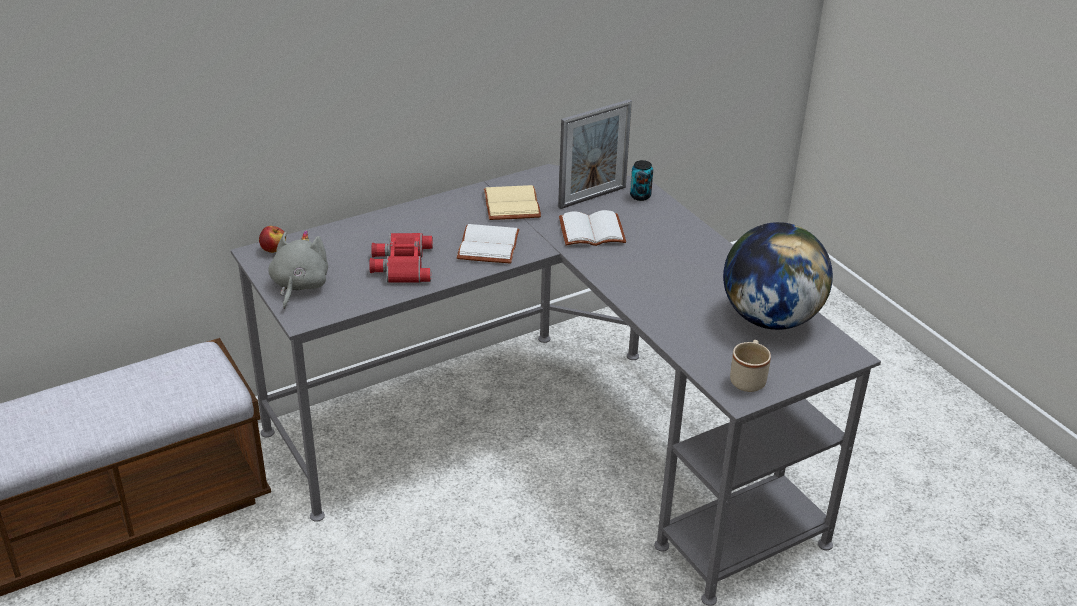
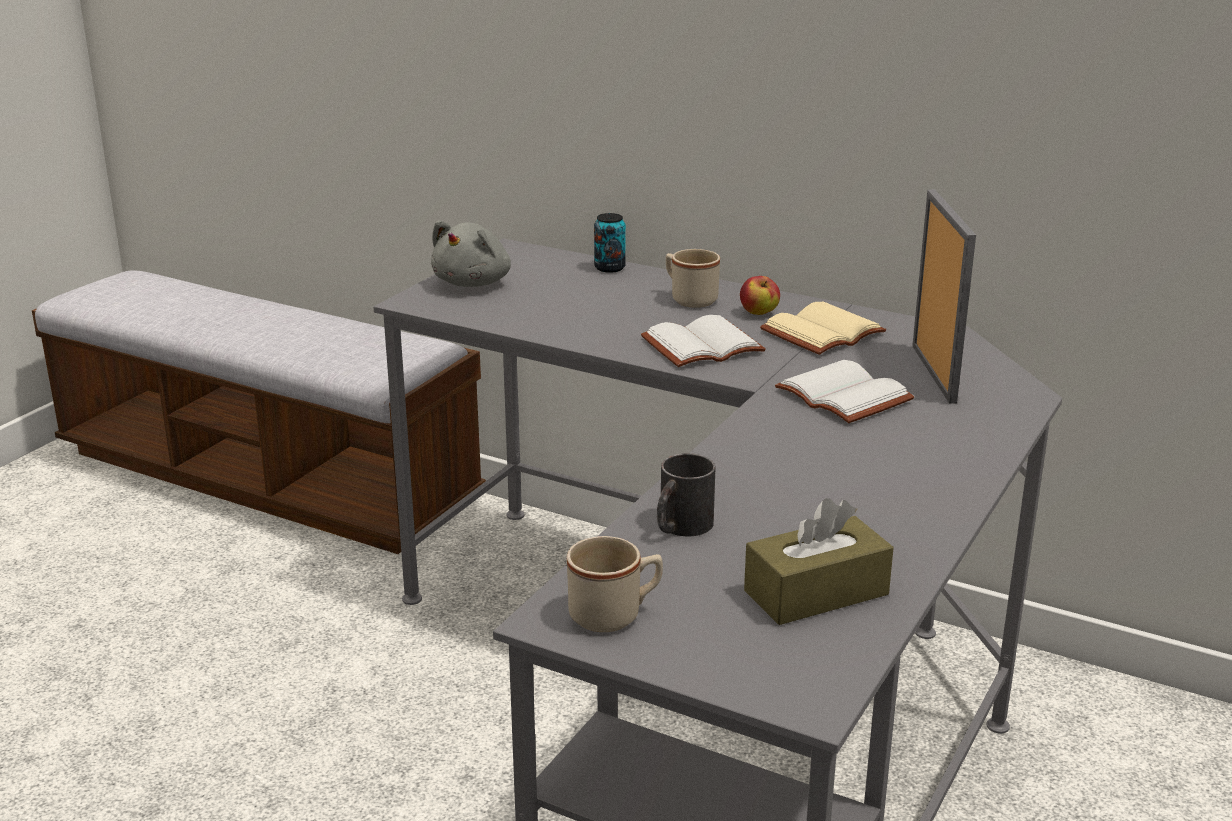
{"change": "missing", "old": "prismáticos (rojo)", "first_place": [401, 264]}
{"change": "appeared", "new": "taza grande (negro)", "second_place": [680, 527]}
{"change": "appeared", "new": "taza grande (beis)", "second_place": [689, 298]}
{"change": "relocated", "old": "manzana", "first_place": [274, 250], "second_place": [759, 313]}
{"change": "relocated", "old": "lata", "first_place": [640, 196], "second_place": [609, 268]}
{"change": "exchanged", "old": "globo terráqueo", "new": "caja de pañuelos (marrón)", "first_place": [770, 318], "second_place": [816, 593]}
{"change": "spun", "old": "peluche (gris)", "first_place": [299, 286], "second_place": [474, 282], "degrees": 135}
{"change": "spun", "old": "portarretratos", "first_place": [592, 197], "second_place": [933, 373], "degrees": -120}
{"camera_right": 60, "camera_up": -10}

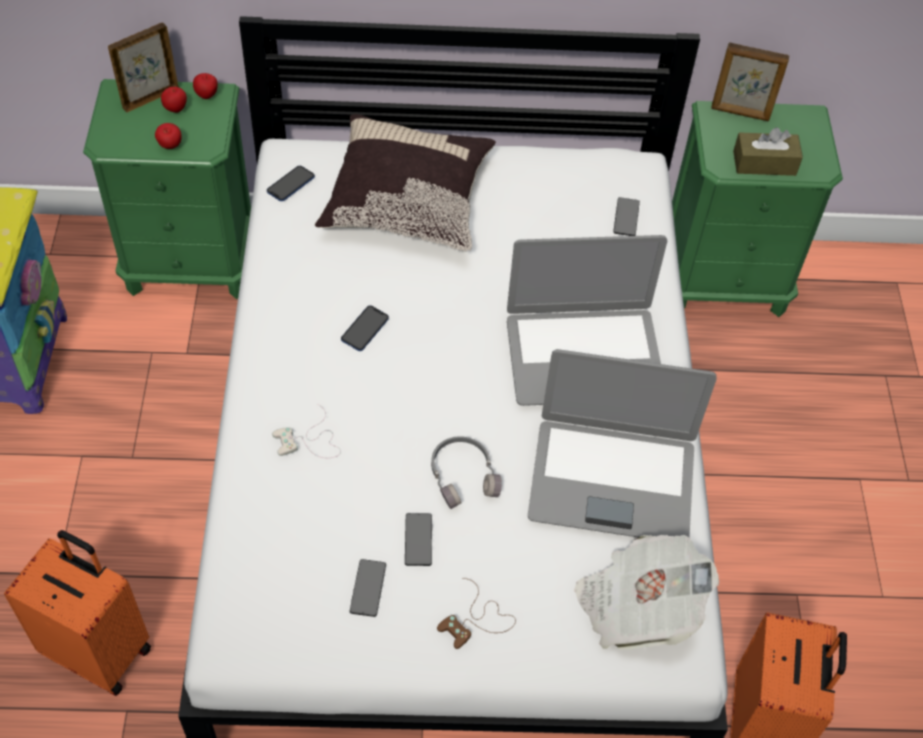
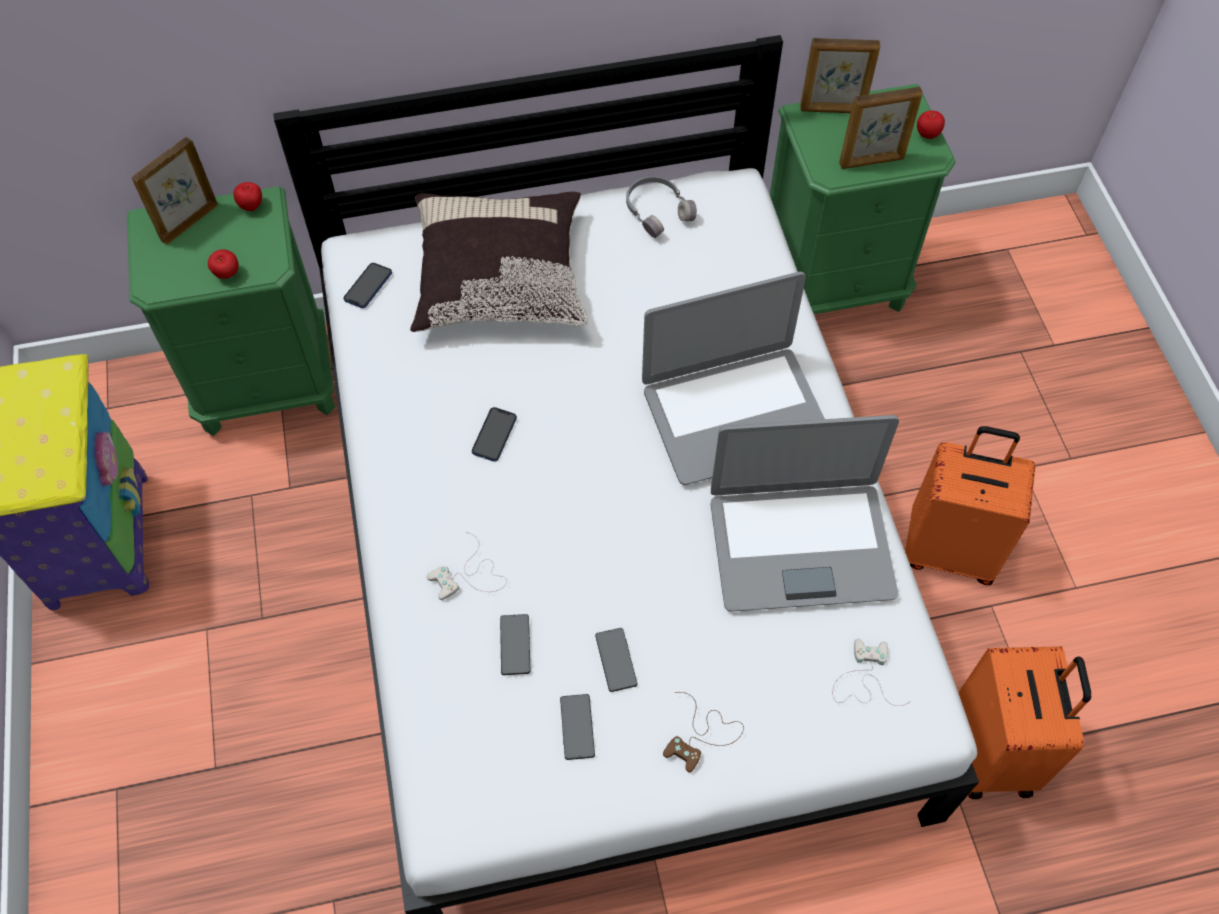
{"change": "relocated", "old": "maleta (naranja)", "first_place": [99, 650], "second_place": [950, 549]}
{"change": "relocated", "old": "manzana", "first_place": [175, 109], "second_place": [927, 135]}
{"change": "relocated", "old": "auriculares (gris)", "first_place": [463, 475], "second_place": [657, 210]}
{"change": "relocated", "old": "móvil", "first_place": [626, 217], "second_place": [515, 645]}
{"change": "exchanged", "old": "periódico", "new": "mando de consola (blanco)", "first_place": [638, 606], "second_place": [864, 678]}
{"change": "exchanged", "old": "caja de pañuelos (marrón)", "new": "portarretratos", "first_place": [764, 163], "second_place": [872, 161]}
{"camera_right": -10, "camera_up": 5}

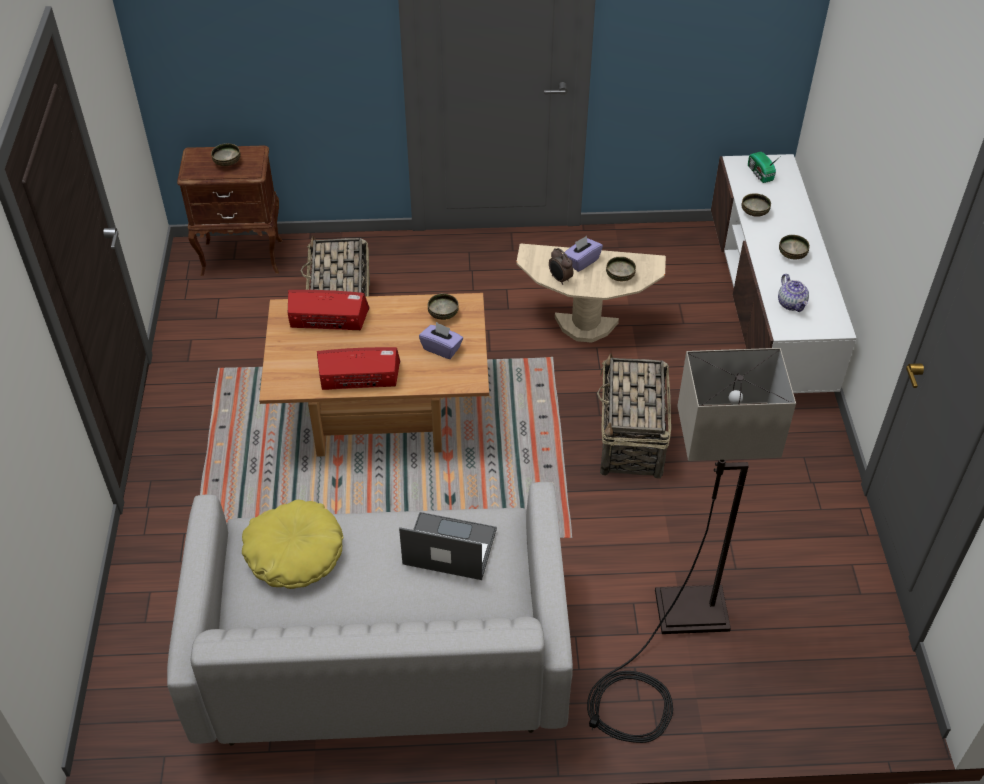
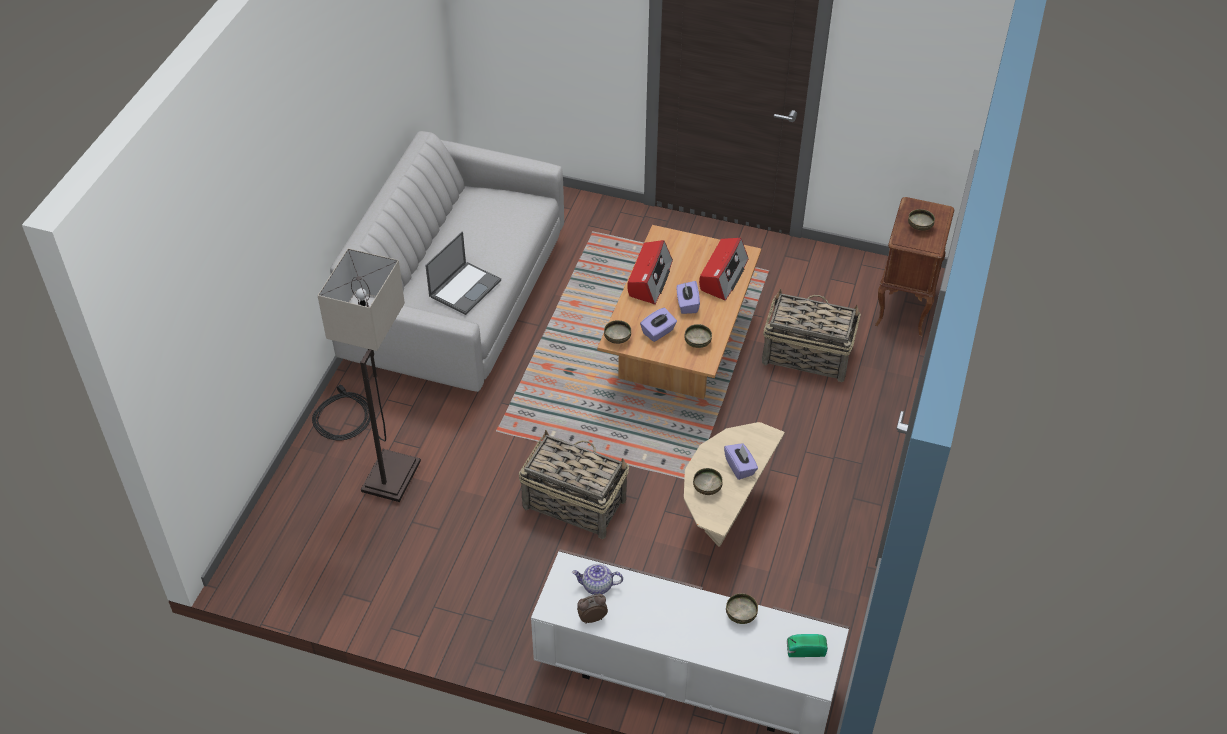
{"change": "missing", "old": "cojín (amarillo)", "first_place": [295, 555]}
{"change": "appeared", "new": "caja de pañuelos (morado)", "second_place": [687, 304]}
{"change": "relocated", "old": "despertador", "first_place": [559, 279], "second_place": [592, 618]}
{"change": "relocated", "old": "cuenco", "first_place": [792, 255], "second_place": [617, 339]}
{"camera_right": 110, "camera_up": 0}

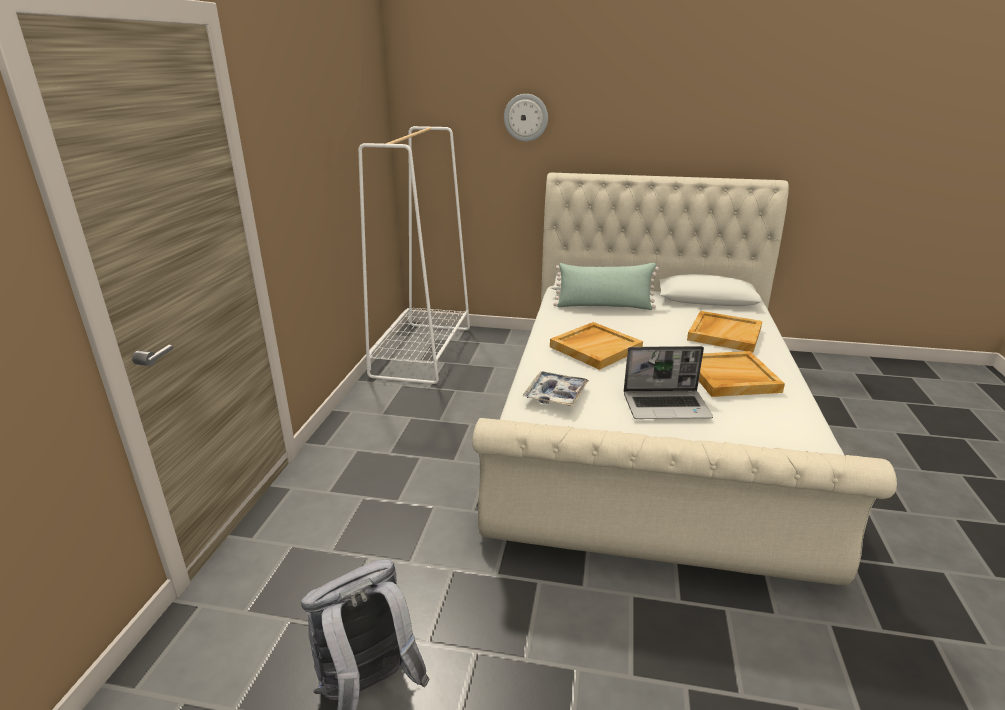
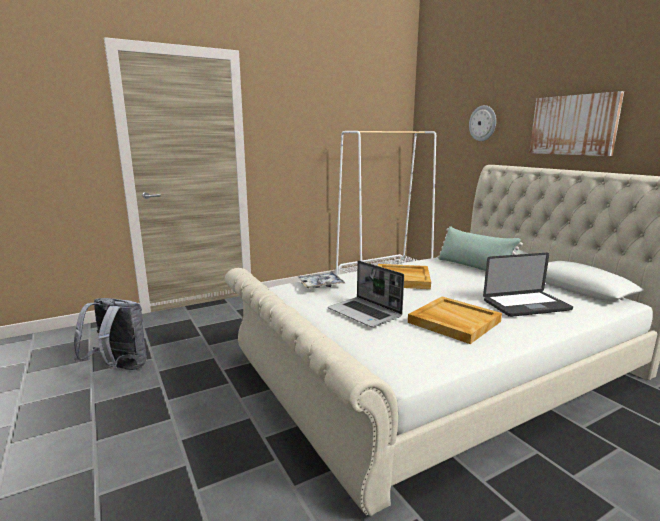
{"change": "appeared", "new": "cuadro", "second_place": [573, 125]}
{"change": "exchanged", "old": "bandeja (beis)", "new": "portátil", "first_place": [724, 334], "second_place": [526, 305]}
{"camera_right": 50, "camera_up": -10}

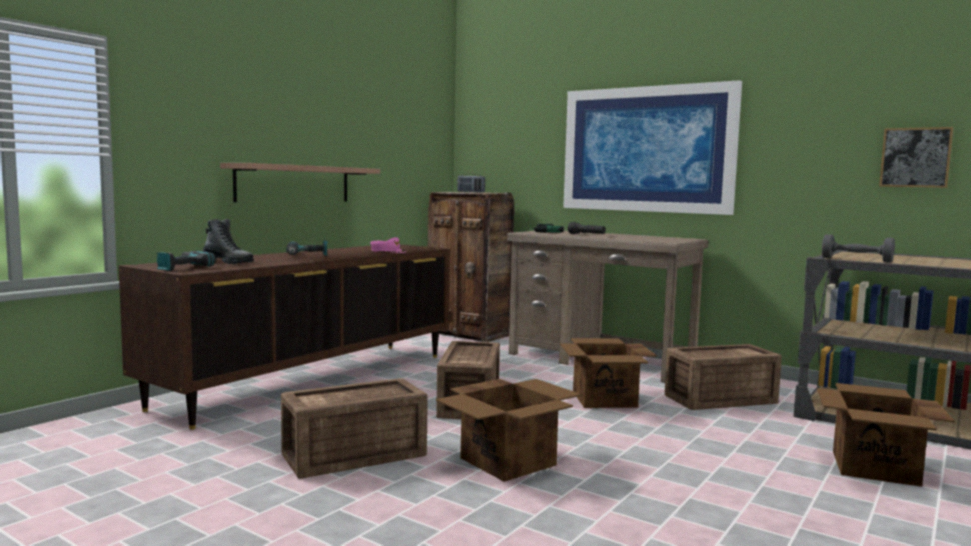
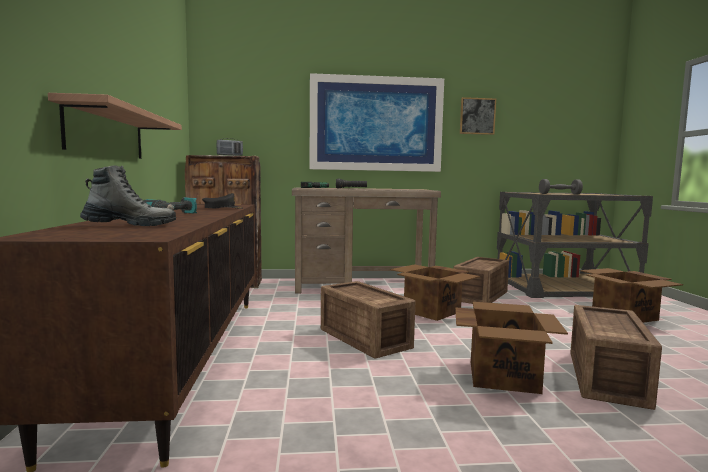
{"change": "missing", "old": "taladro", "first_place": [182, 267]}
{"change": "relocated", "old": "caja de embalaje", "first_place": [357, 456], "second_place": [608, 377]}
{"change": "relocated", "old": "cuadro", "first_place": [915, 157], "second_place": [477, 116]}
{"change": "colour", "old": "gorra (rosa)", "new": "gorra (negro)", "first_place": [388, 251], "second_place": [223, 208]}
{"camera_right": -40, "camera_up": 0}

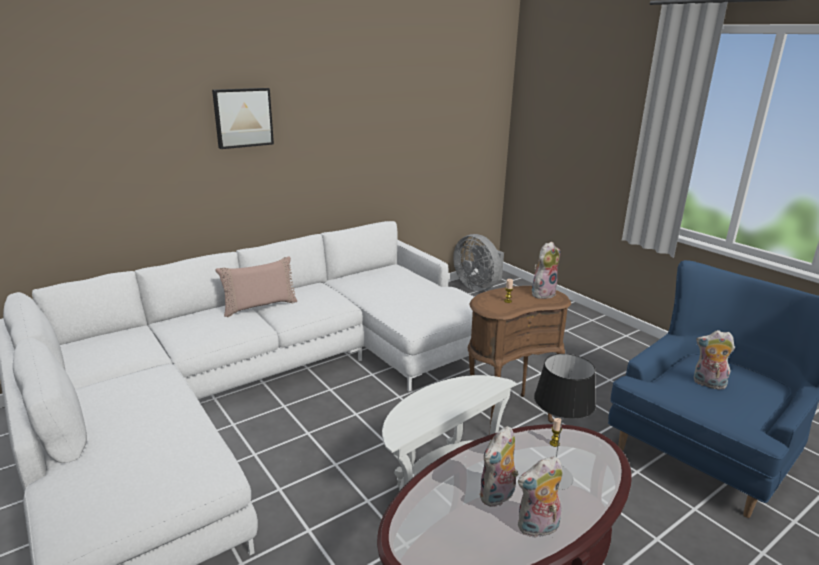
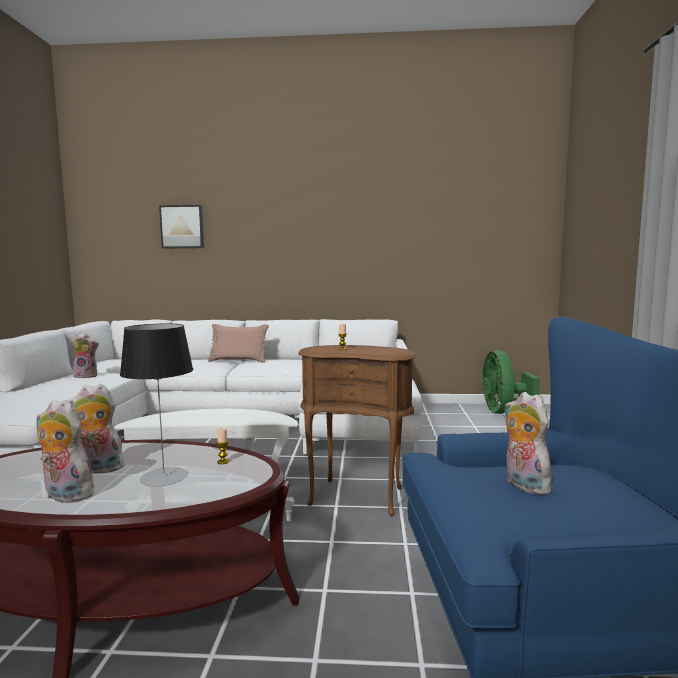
{"change": "relocated", "old": "cuadro", "first_place": [243, 117], "second_place": [182, 227]}
{"change": "relocated", "old": "peluche", "first_place": [542, 293], "second_place": [87, 376]}
{"change": "colour", "old": "ventilador (gris)", "new": "ventilador (verde)", "first_place": [478, 286], "second_place": [503, 411]}
{"camera_right": 40, "camera_up": -15}

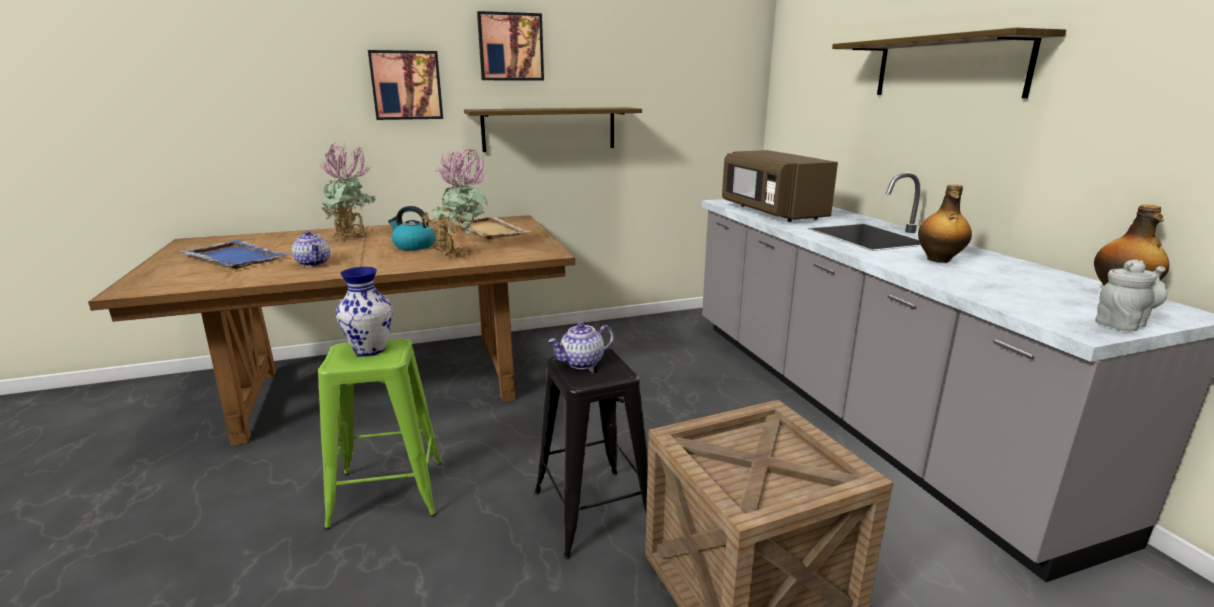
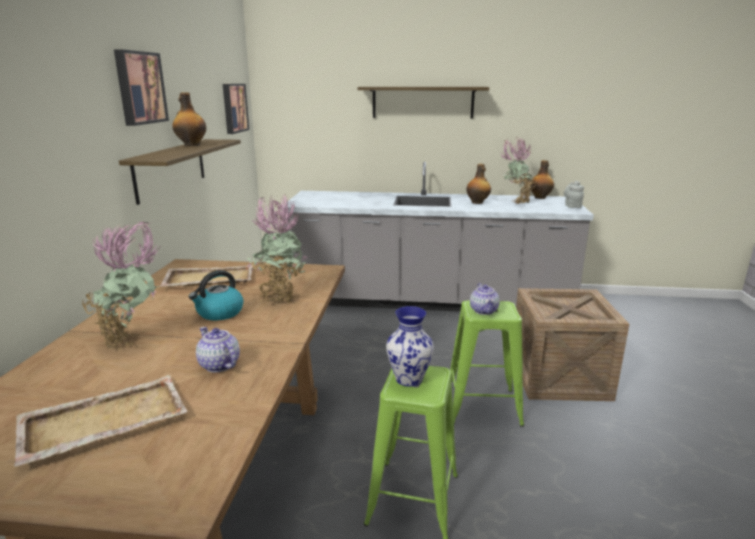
{"change": "missing", "old": "microondas (marrón)", "first_place": [771, 212]}
{"change": "appeared", "new": "botella", "second_place": [191, 145]}
{"change": "appeared", "new": "planta en maceta", "second_place": [515, 202]}
{"change": "relocated", "old": "cuadro", "first_place": [406, 85], "second_place": [233, 108]}
{"change": "colour", "old": "bandeja (azul)", "new": "bandeja (beis)", "first_place": [235, 257], "second_place": [102, 421]}
{"change": "colour", "old": "taburete (negro)", "new": "taburete (verde)", "first_place": [593, 510], "second_place": [482, 406]}
{"change": "spun", "old": "tetera", "first_place": [314, 263], "second_place": [218, 365], "degrees": -120}
{"camera_right": -65, "camera_up": 0}

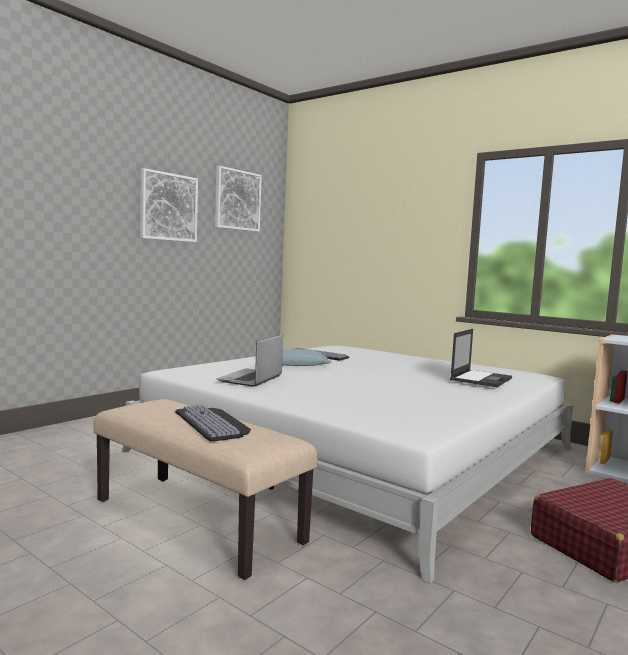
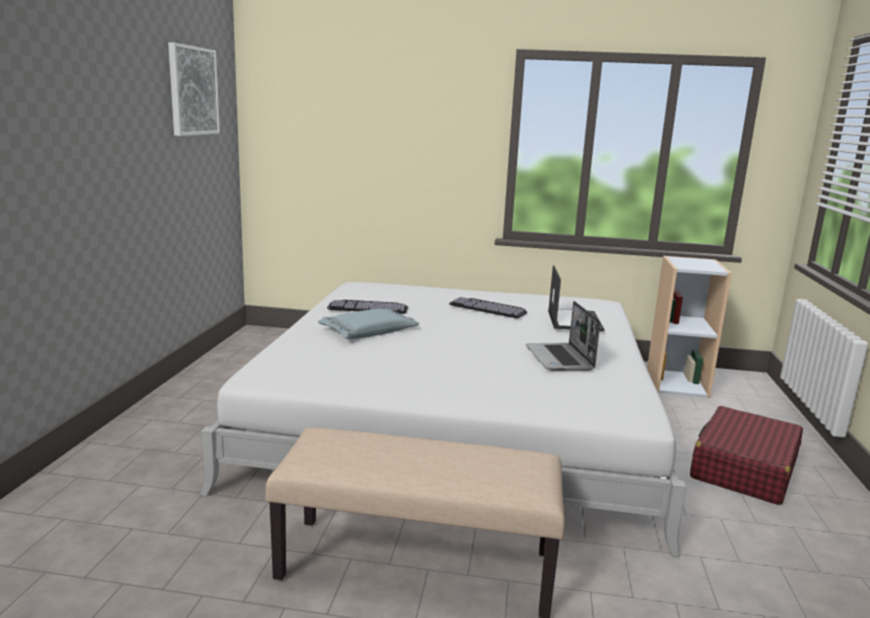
{"change": "missing", "old": "cuadro", "first_place": [168, 207]}
{"change": "relocated", "old": "teclado", "first_place": [214, 423], "second_place": [490, 307]}
{"change": "relocated", "old": "portátil", "first_place": [251, 379], "second_place": [560, 359]}
{"camera_right": -30, "camera_up": 10}

